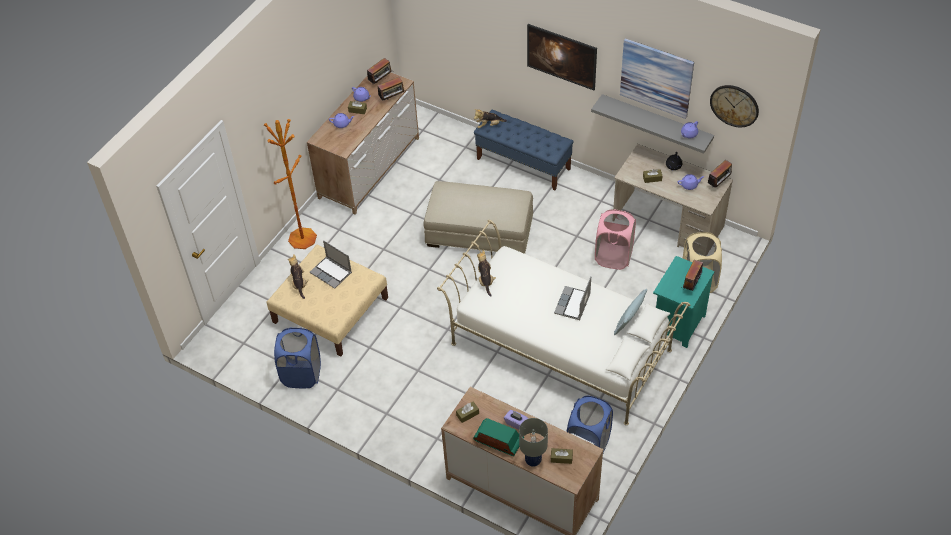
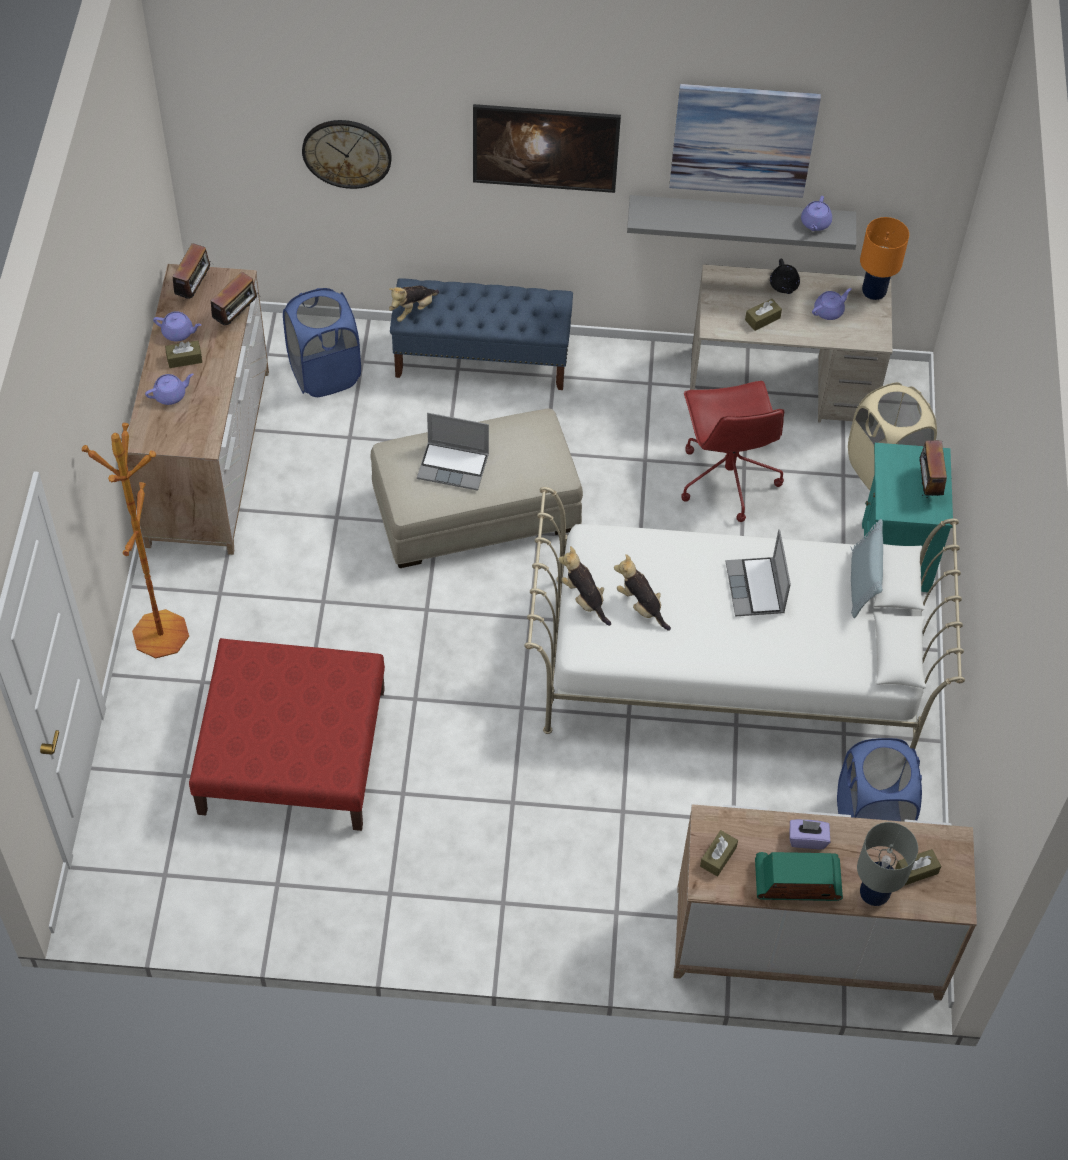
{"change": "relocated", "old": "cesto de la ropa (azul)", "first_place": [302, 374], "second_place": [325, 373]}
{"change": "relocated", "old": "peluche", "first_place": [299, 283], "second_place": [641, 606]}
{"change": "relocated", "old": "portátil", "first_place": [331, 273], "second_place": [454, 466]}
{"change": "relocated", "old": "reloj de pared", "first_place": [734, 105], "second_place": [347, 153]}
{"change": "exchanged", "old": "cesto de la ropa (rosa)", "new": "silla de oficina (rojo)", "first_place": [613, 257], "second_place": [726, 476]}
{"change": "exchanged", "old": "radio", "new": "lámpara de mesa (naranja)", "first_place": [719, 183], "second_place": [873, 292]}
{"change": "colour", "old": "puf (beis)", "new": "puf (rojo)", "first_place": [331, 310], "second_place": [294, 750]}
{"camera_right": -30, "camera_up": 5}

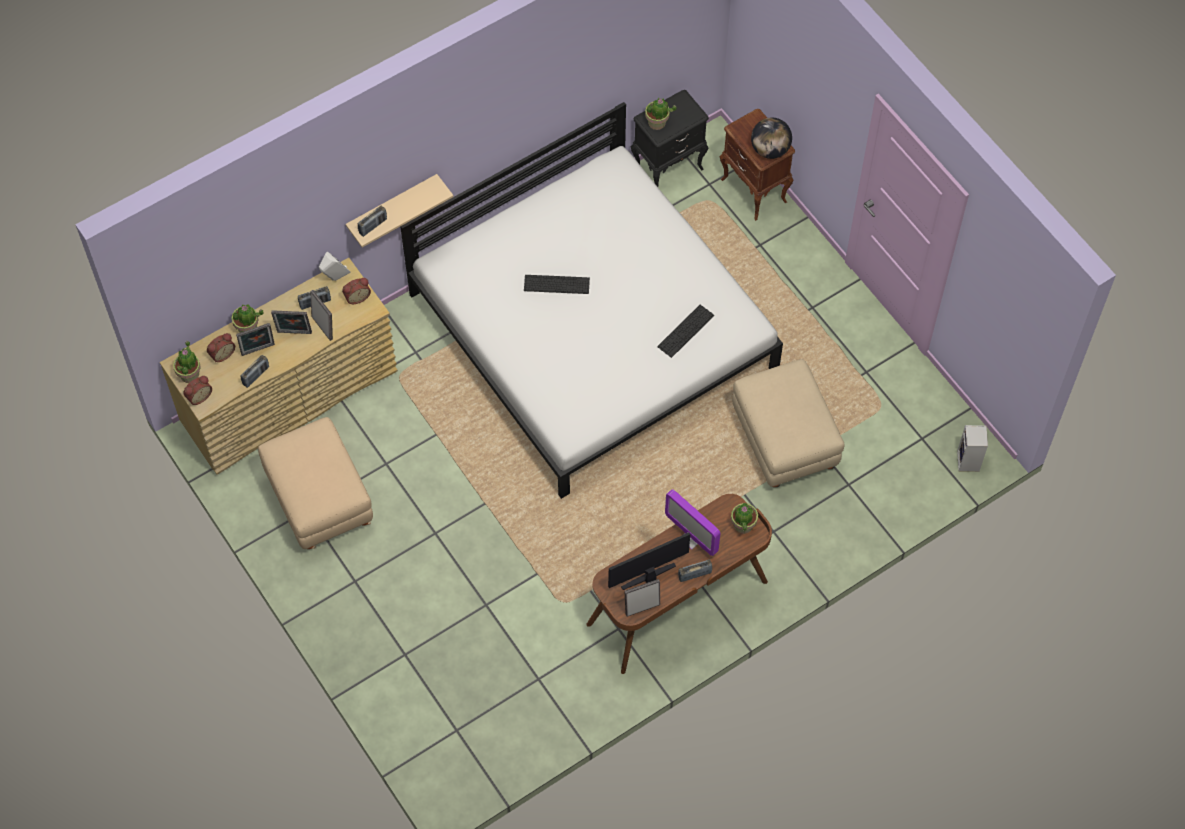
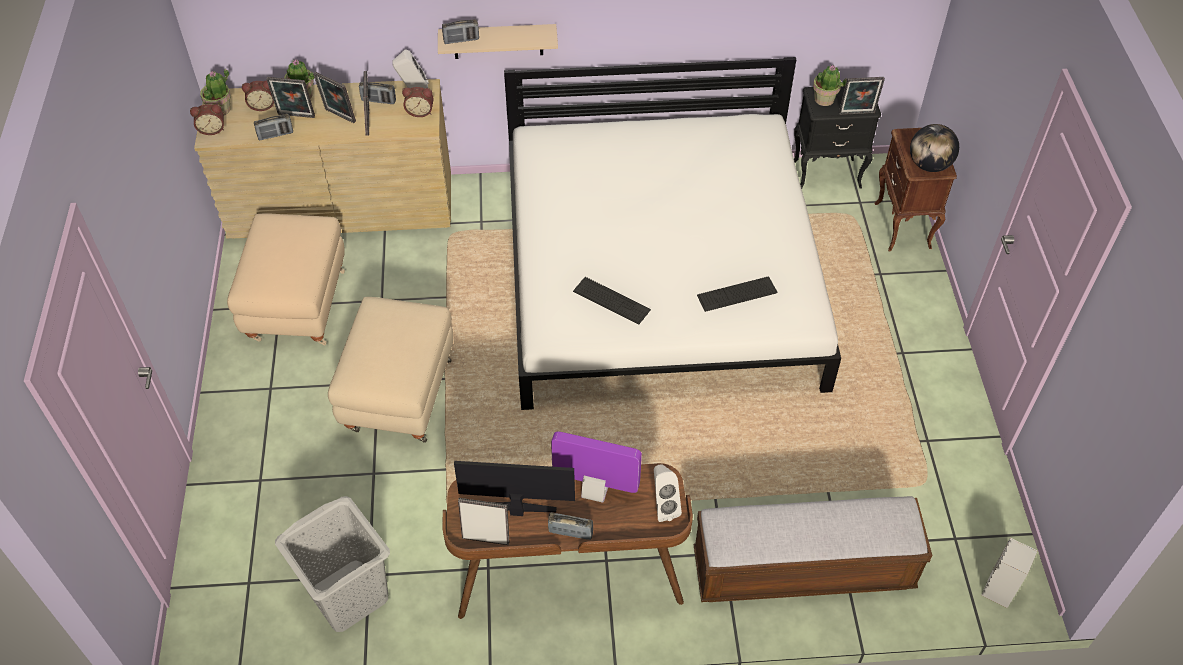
{"change": "appeared", "new": "cesto de la ropa (gris)", "second_place": [348, 596]}
{"change": "appeared", "new": "banco", "second_place": [802, 570]}
{"change": "appeared", "new": "portarretratos", "second_place": [857, 114]}
{"change": "relocated", "old": "teclado", "first_place": [556, 284], "second_place": [611, 300]}
{"change": "relocated", "old": "puf (beis)", "first_place": [783, 442], "second_place": [398, 393]}
{"change": "exchanged", "old": "planta en maceta", "new": "altavoz (blanco)", "first_place": [743, 525], "second_place": [663, 506]}
{"change": "spun", "old": "monitor", "first_place": [692, 538], "second_place": [595, 491], "degrees": 120}
{"camera_right": 30, "camera_up": -10}

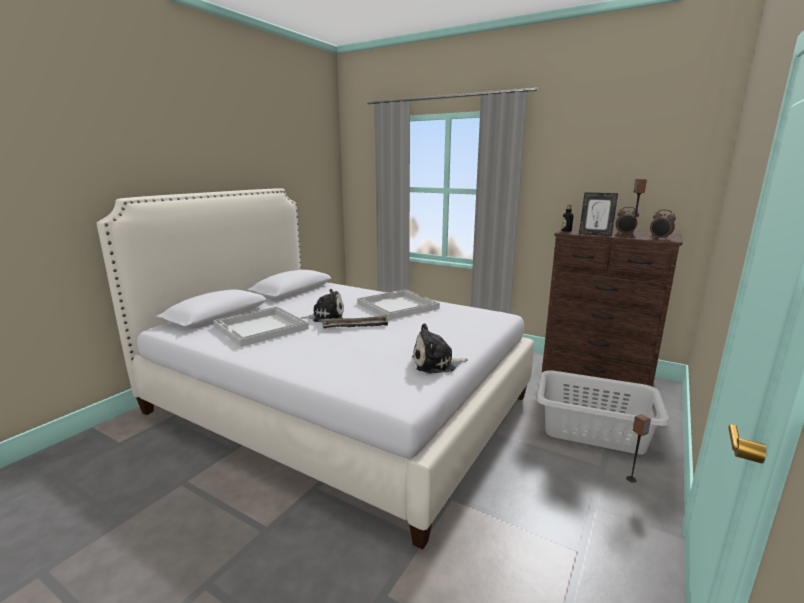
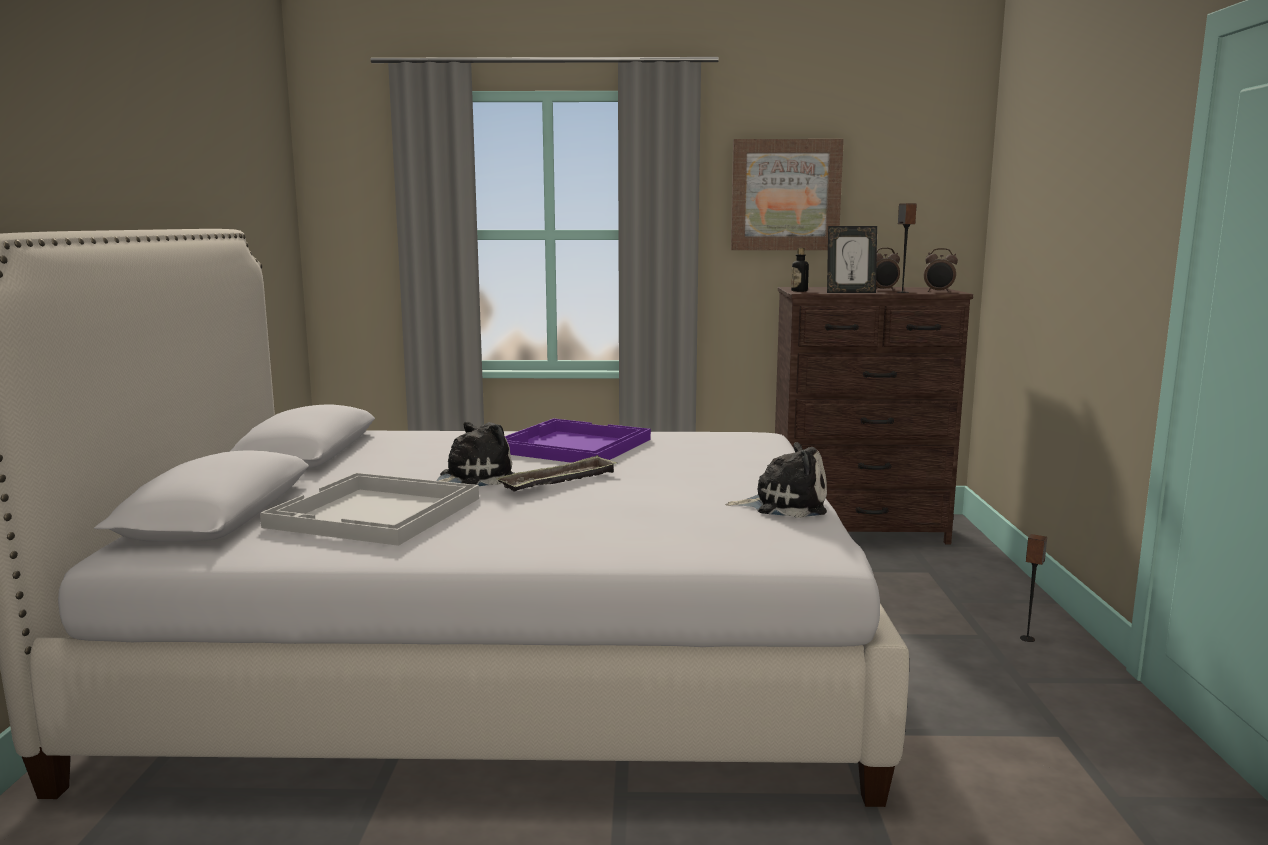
{"change": "missing", "old": "cesto de la ropa (gris)", "first_place": [592, 430]}
{"change": "appeared", "new": "cuadro", "second_place": [785, 195]}
{"change": "colour", "old": "bandeja (blanco)", "new": "bandeja (morado)", "first_place": [396, 306], "second_place": [571, 446]}
{"change": "spun", "old": "peluche", "first_place": [436, 364], "second_place": [784, 505], "degrees": -135}
{"camera_right": -30, "camera_up": -5}

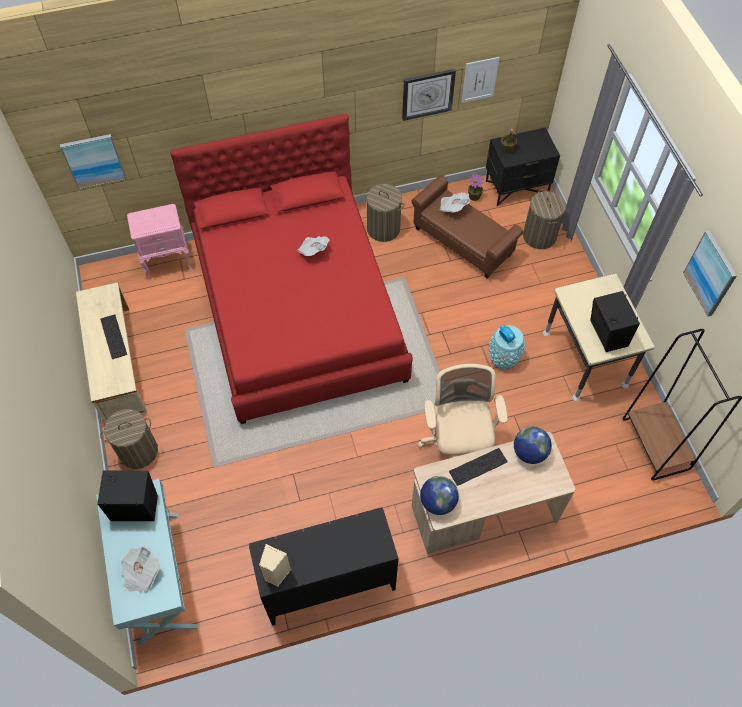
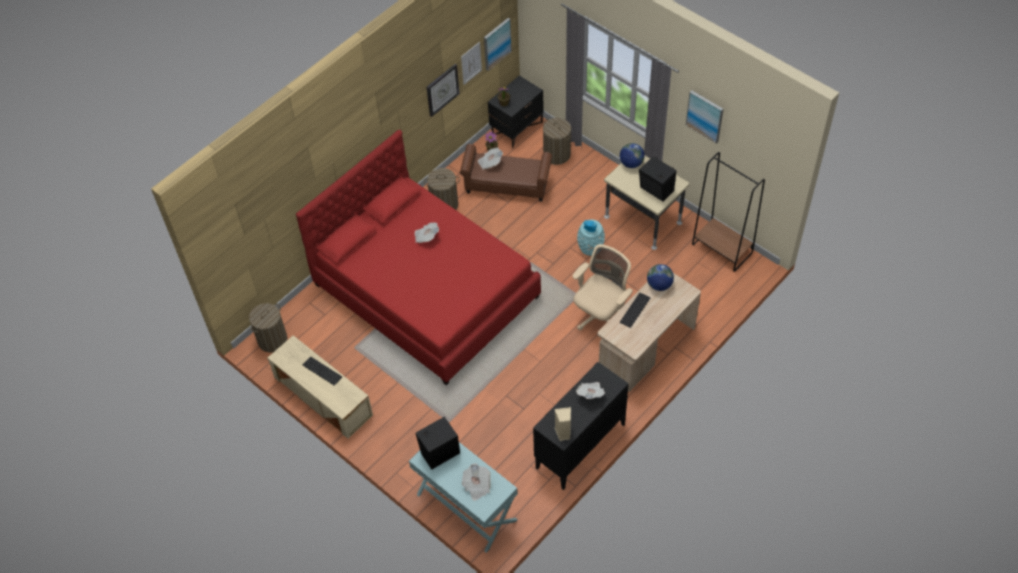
{"change": "missing", "old": "mesita de noche (rosa)", "first_place": [168, 262]}
{"change": "appeared", "new": "periódico", "second_place": [591, 394]}
{"change": "relocated", "old": "cuadro", "first_place": [93, 160], "second_place": [496, 43]}
{"change": "relocated", "old": "cesto de la ropa", "first_place": [138, 451], "second_place": [272, 340]}
{"change": "relocated", "old": "globo terráqueo", "first_place": [438, 502], "second_place": [631, 163]}
{"change": "spun", "old": "silla de oficina (beis)", "first_place": [457, 445], "second_place": [600, 318], "degrees": 75}
{"camera_right": -30, "camera_up": -5}

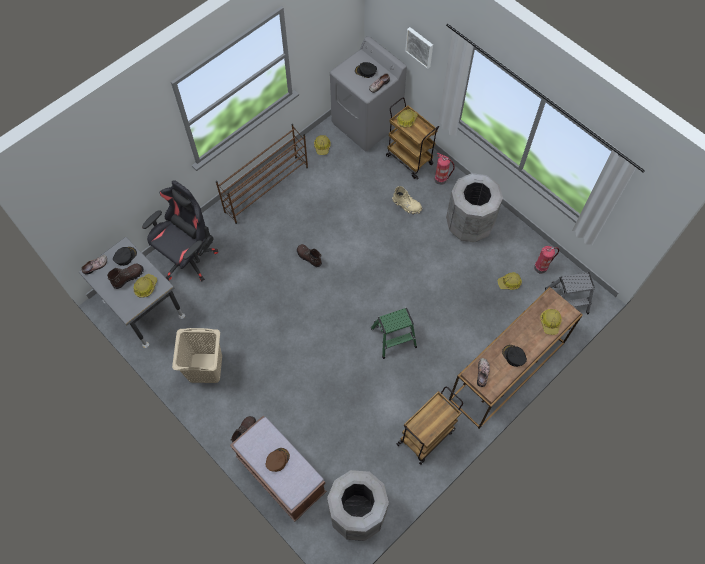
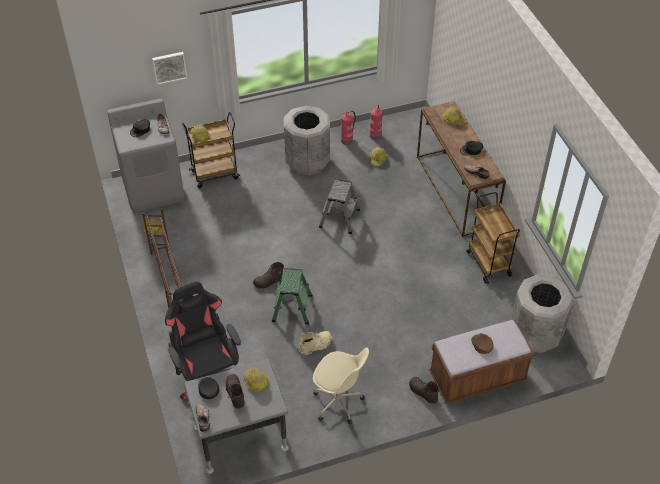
{"change": "relocated", "old": "escalera de tijera (verde)", "first_place": [393, 337], "second_place": [292, 308]}
{"change": "relocated", "old": "bota (beis)", "first_place": [407, 205], "second_place": [316, 345]}
{"change": "relocated", "old": "extintor", "first_place": [441, 179], "second_place": [347, 140]}
{"change": "relocated", "old": "escalera de tijera (gris)", "first_place": [566, 301], "second_place": [339, 218]}
{"change": "exchanged", "old": "cesto de la ropa (beis)", "new": "silla de oficina (beis)", "first_place": [205, 368], "second_place": [339, 403]}
{"camera_right": -65, "camera_up": -15}

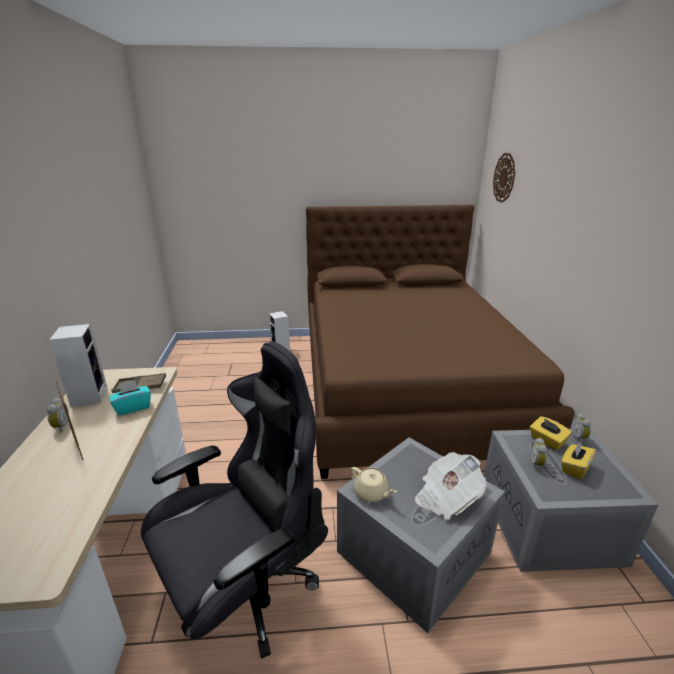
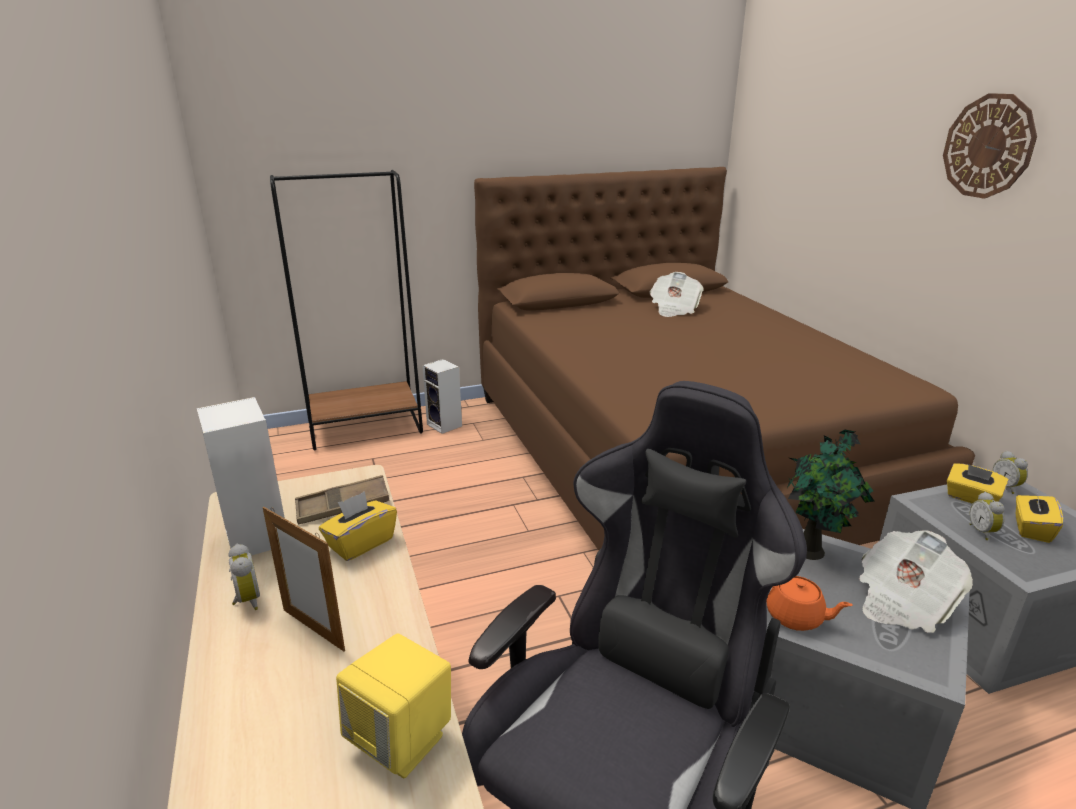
{"change": "appeared", "new": "perchero", "second_place": [366, 429]}
{"change": "appeared", "new": "altavoz (amarillo)", "second_place": [402, 740]}
{"change": "appeared", "new": "periódico", "second_place": [674, 309]}
{"change": "appeared", "new": "planta en maceta", "second_place": [812, 551]}
{"change": "relocated", "old": "reloj de pared", "first_place": [504, 178], "second_place": [988, 146]}
{"change": "colour", "old": "caja de pañuelos (turquesa)", "new": "caja de pañuelos (amarillo)", "first_place": [133, 407], "second_place": [361, 543]}
{"change": "colour", "old": "tetera (beis)", "new": "tetera (naranja)", "first_place": [371, 493], "second_place": [795, 617]}
{"camera_right": -15, "camera_up": 0}

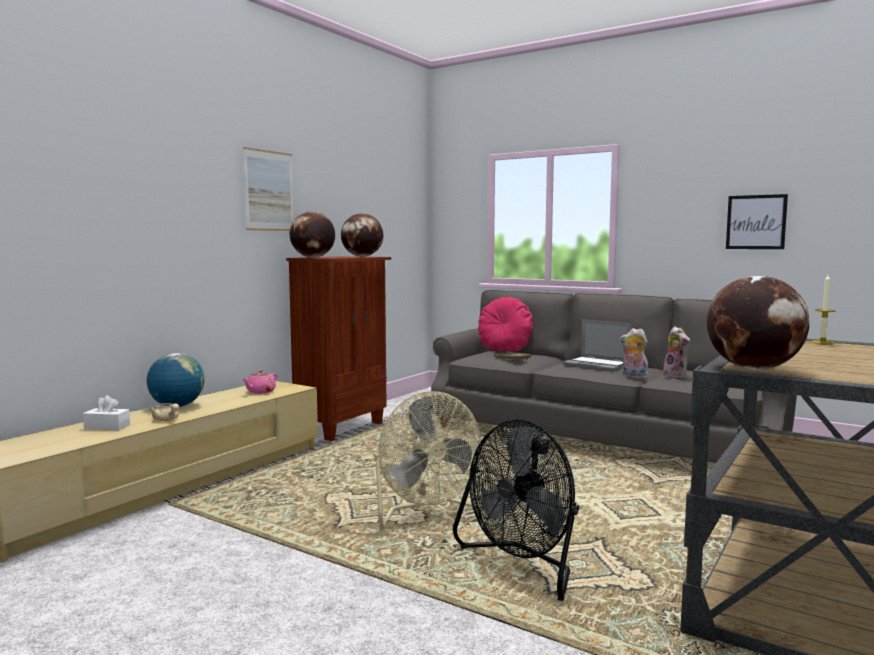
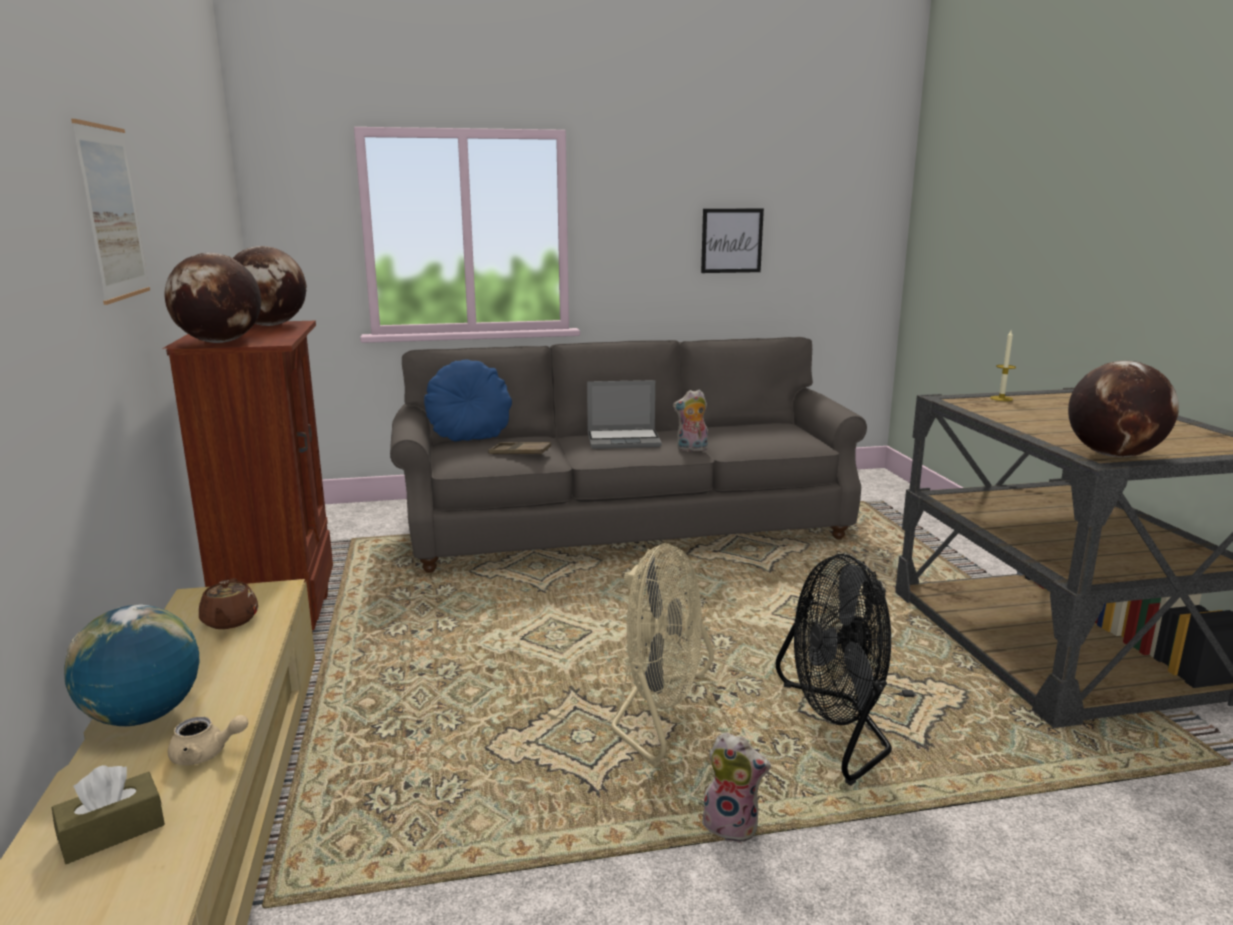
{"change": "relocated", "old": "peluche", "first_place": [677, 377], "second_place": [732, 825]}
{"change": "colour", "old": "caja de pañuelos (blanco)", "new": "caja de pañuelos (marrón)", "first_place": [107, 427], "second_place": [112, 831]}
{"change": "colour", "old": "tetera (rosa)", "new": "tetera (marrón)", "first_place": [260, 392], "second_place": [229, 621]}
{"change": "colour", "old": "cojín (rosa)", "new": "cojín (azul)", "first_place": [505, 350], "second_place": [470, 438]}
{"change": "spun", "old": "ventilador (negro)", "first_place": [523, 562], "second_place": [844, 724], "degrees": 75}
{"camera_right": -45, "camera_up": 10}

